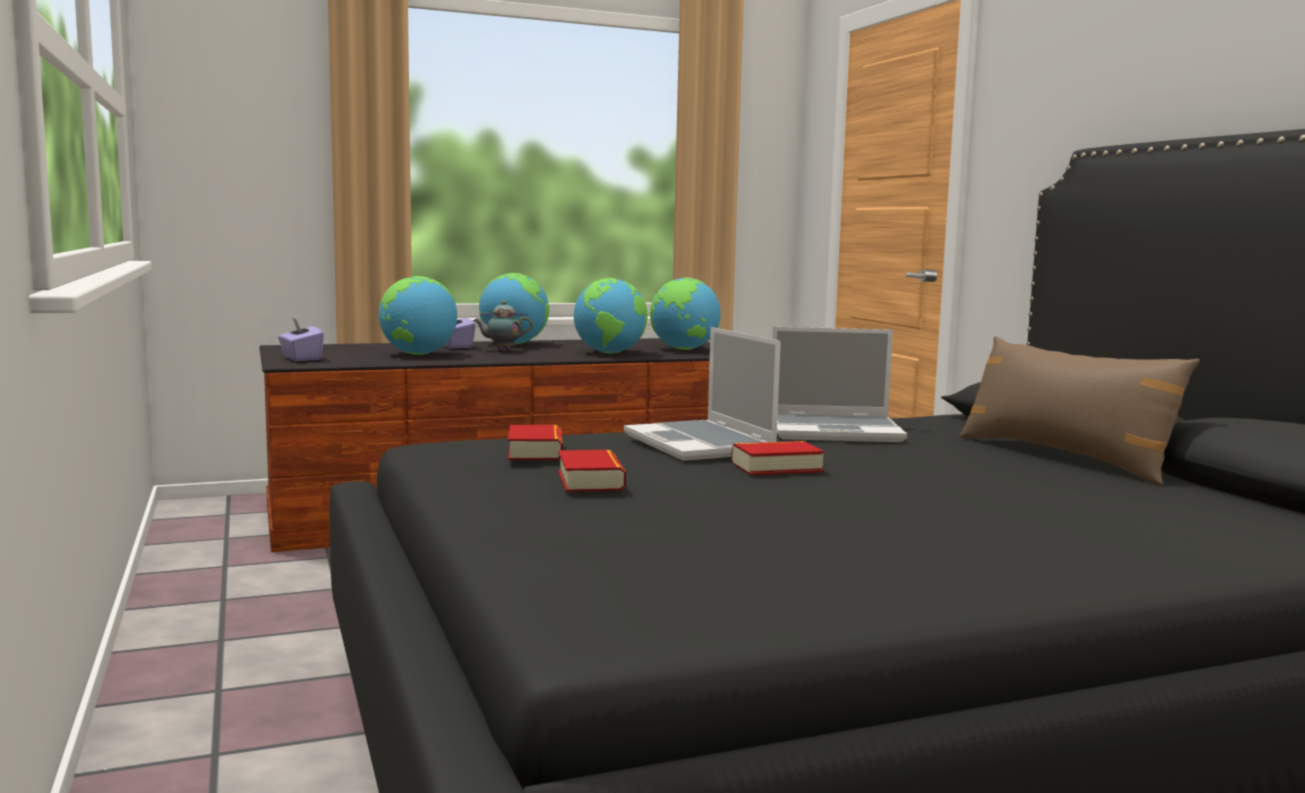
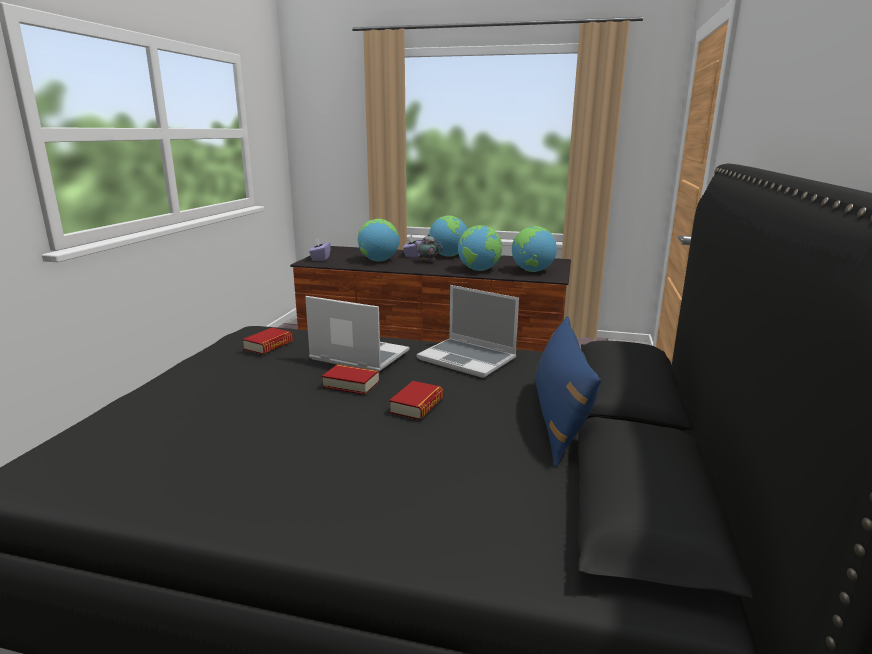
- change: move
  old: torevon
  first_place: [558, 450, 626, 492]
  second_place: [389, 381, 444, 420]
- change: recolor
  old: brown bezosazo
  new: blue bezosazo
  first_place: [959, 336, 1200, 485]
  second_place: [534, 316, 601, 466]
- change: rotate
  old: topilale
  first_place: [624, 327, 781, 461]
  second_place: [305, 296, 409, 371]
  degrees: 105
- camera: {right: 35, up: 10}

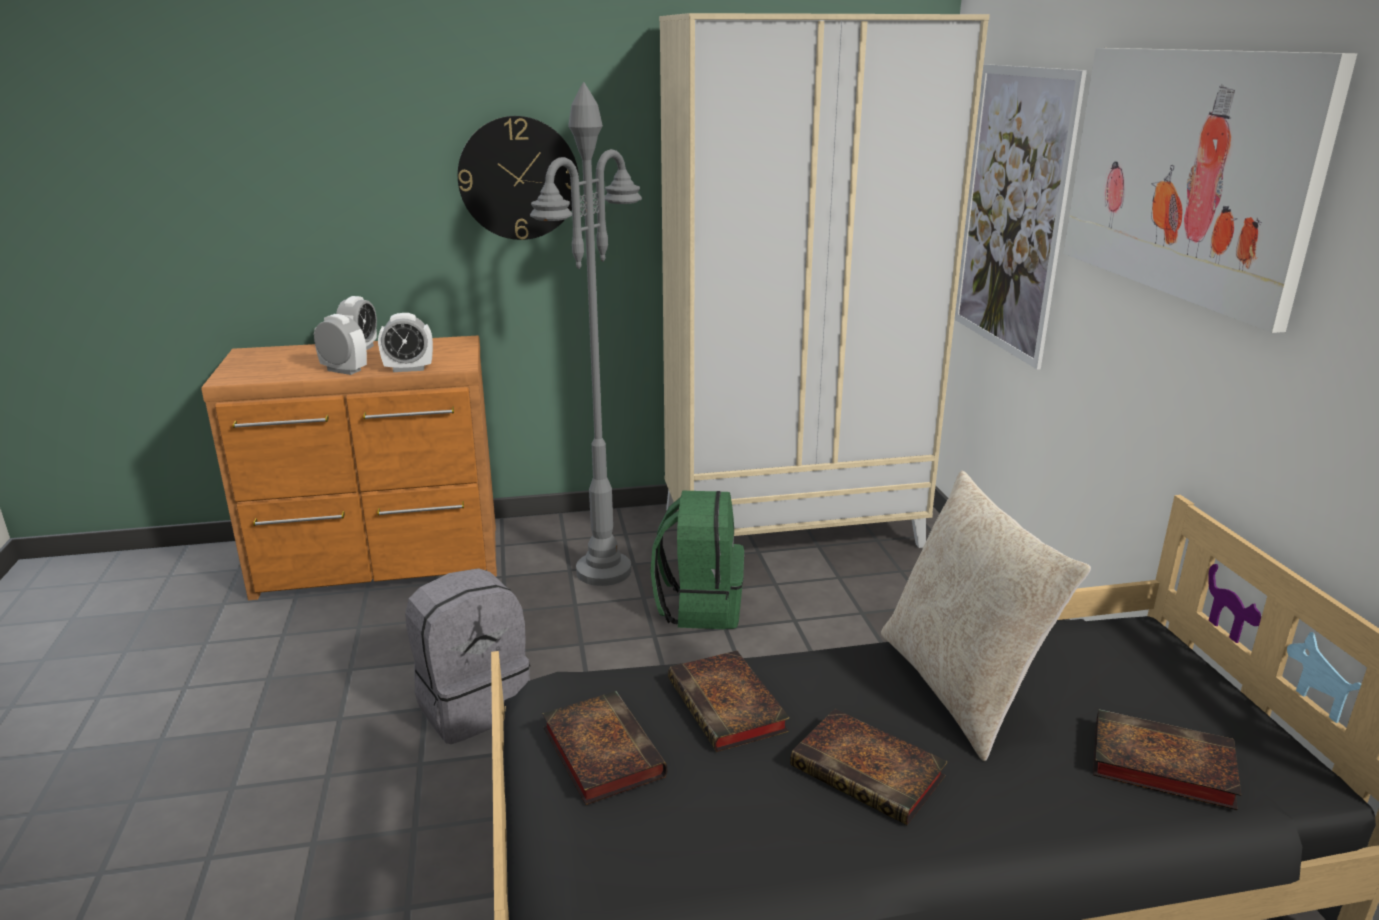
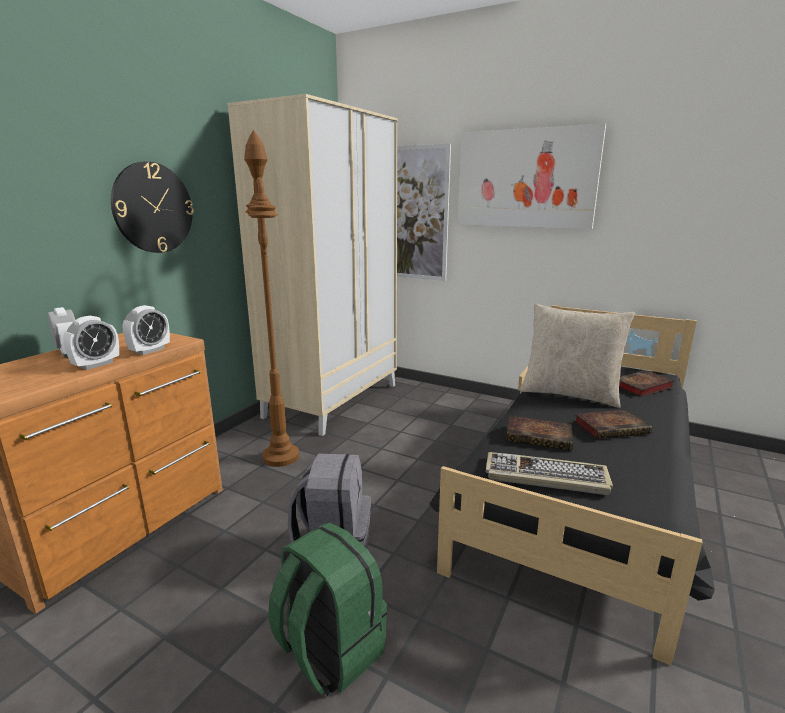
- change: move
  old: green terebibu
  first_place: [650, 490, 744, 629]
  second_place: [268, 523, 388, 696]
- change: replace
  old: torevon
  new: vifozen
  first_place: [542, 691, 667, 805]
  second_place: [486, 452, 613, 495]
- change: recolor
  old: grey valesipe
  new: brown valesipe
  first_place: [530, 82, 642, 586]
  second_place: [244, 130, 299, 467]
- change: rotate
  old: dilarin
  first_place: [314, 314, 367, 375]
  second_place: [63, 316, 119, 370]
  degrees: 150
- camera: {right: -50, up: -5}

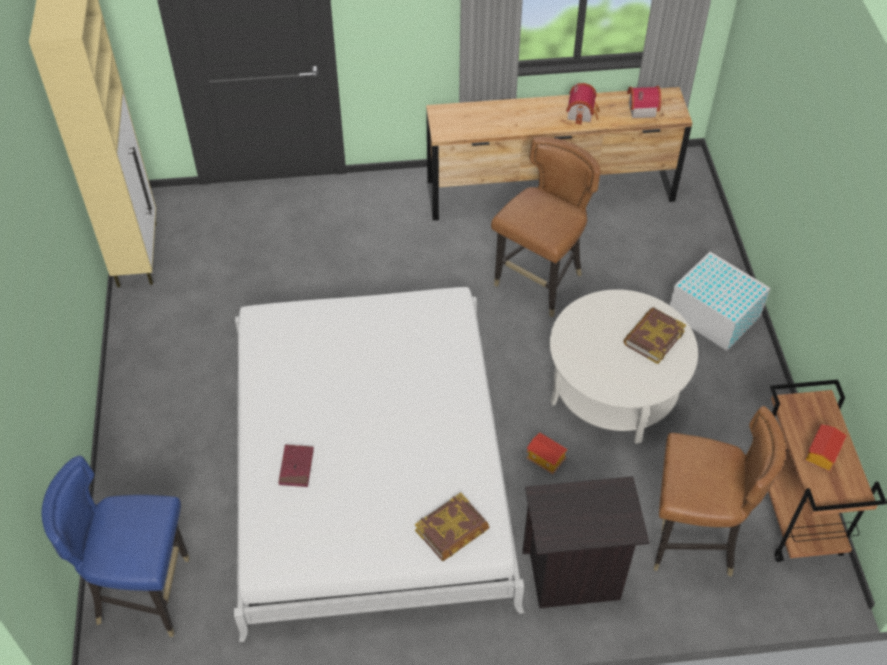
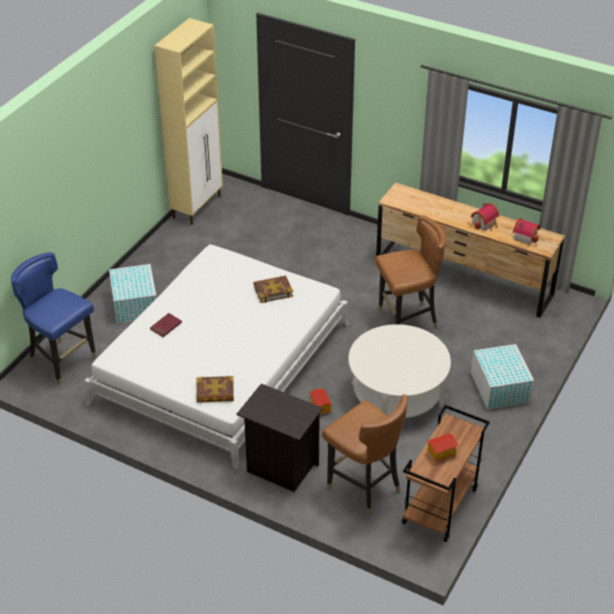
- change: insert
  new: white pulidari
  second_place: [109, 264, 157, 323]
- change: move
  old: torevon
  first_place: [623, 307, 686, 364]
  second_place: [253, 276, 293, 303]
- camera: {right: 35, up: -10}

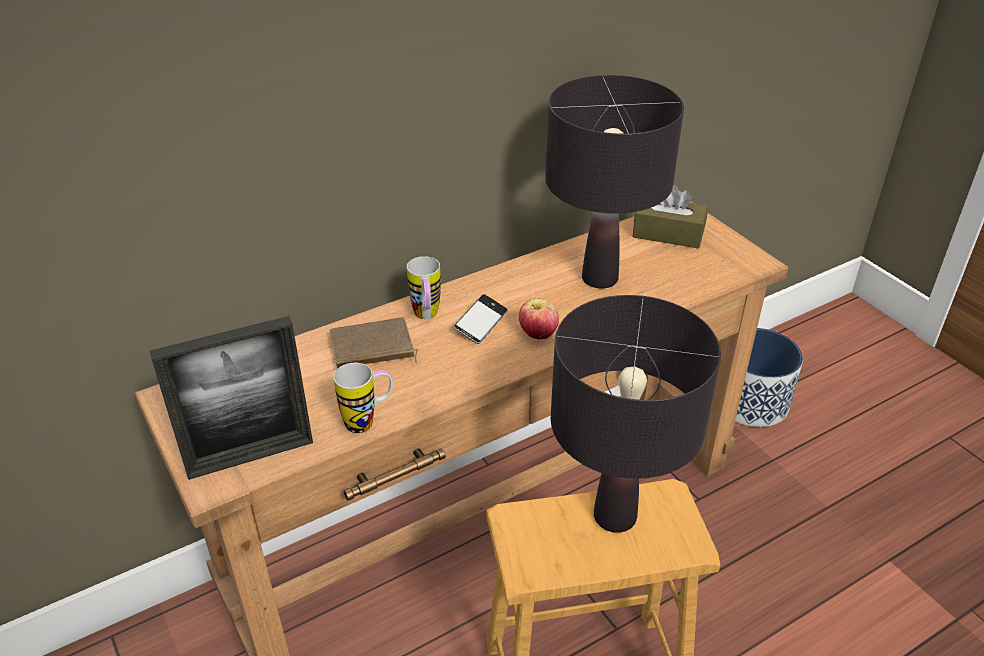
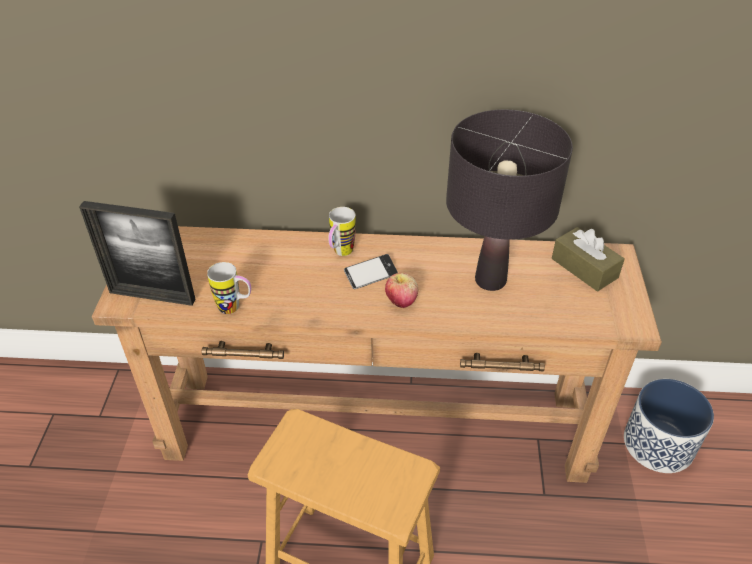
- change: delete
  old: brown torevon
  first_place: [330, 317, 418, 369]
- change: delete
  old: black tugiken
  first_place: [551, 295, 721, 533]
- camera: {right: 35, up: 5}

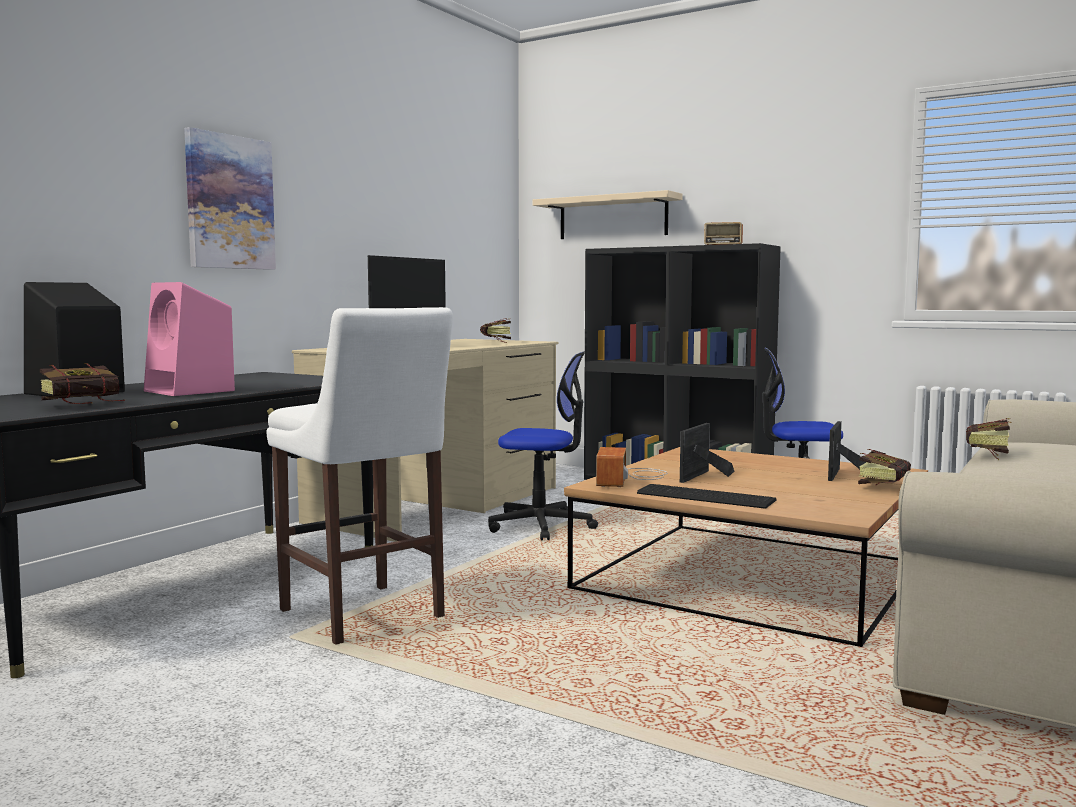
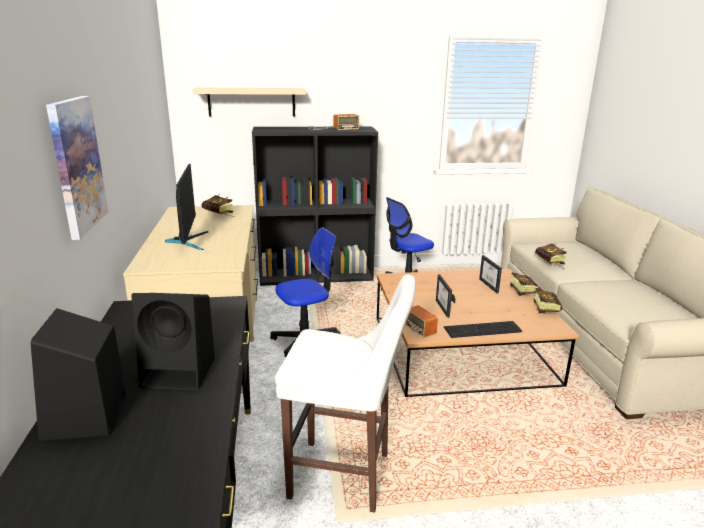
- change: move
  old: torevon
  first_place: [40, 363, 125, 404]
  second_place: [534, 288, 562, 313]
- change: recolor
  old: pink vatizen
  new: black vatizen
  first_place: [144, 282, 235, 396]
  second_place: [131, 293, 215, 390]
- camera: {right: -40, up: 15}

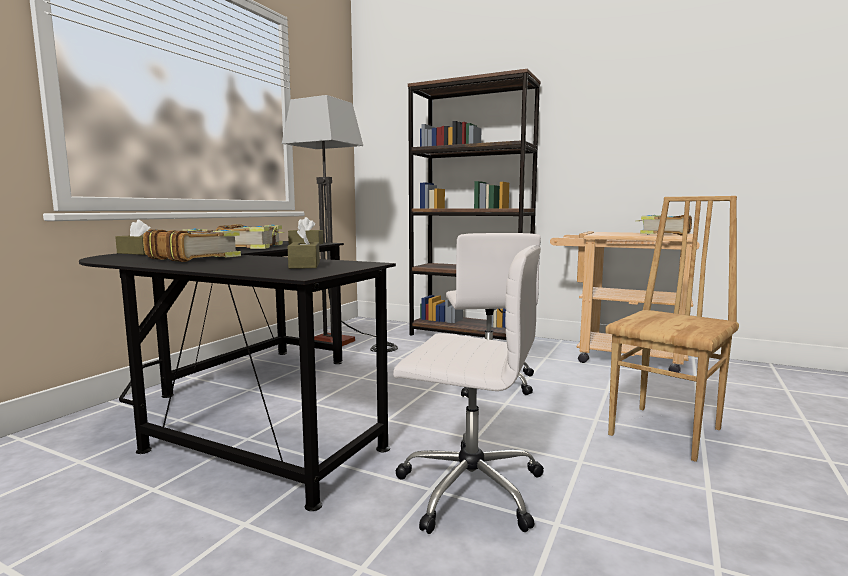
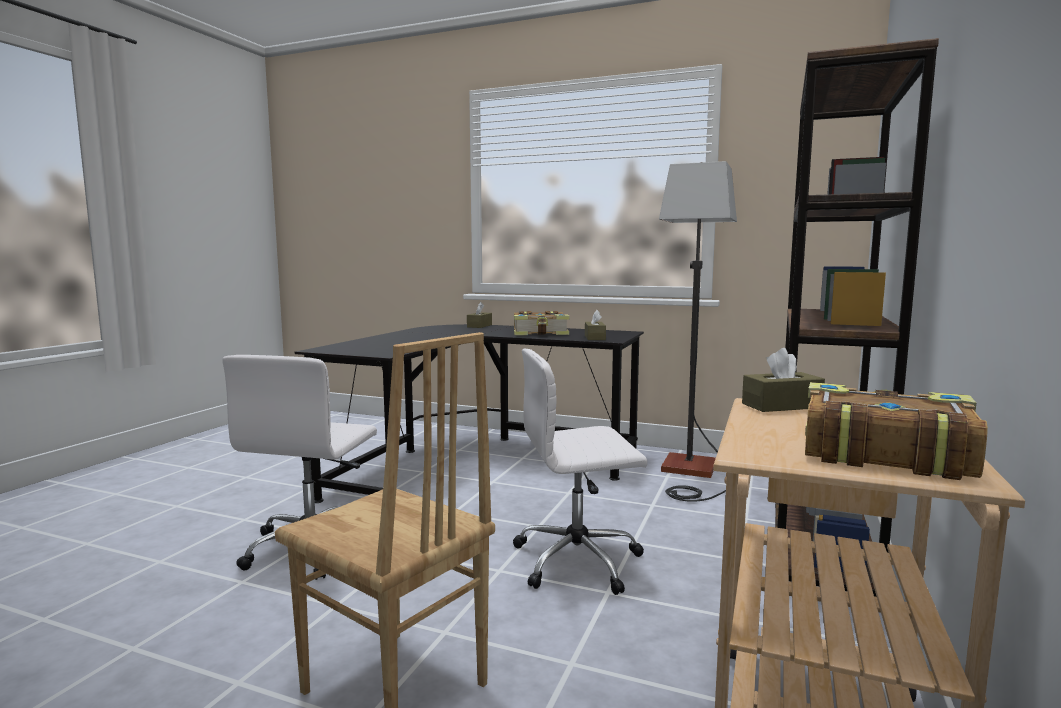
- change: delete
  old: torevon
  first_place: [143, 228, 241, 262]
- change: move
  old: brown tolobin
  first_place: [288, 223, 320, 269]
  second_place: [742, 348, 825, 412]
- camera: {right: 85, up: 0}

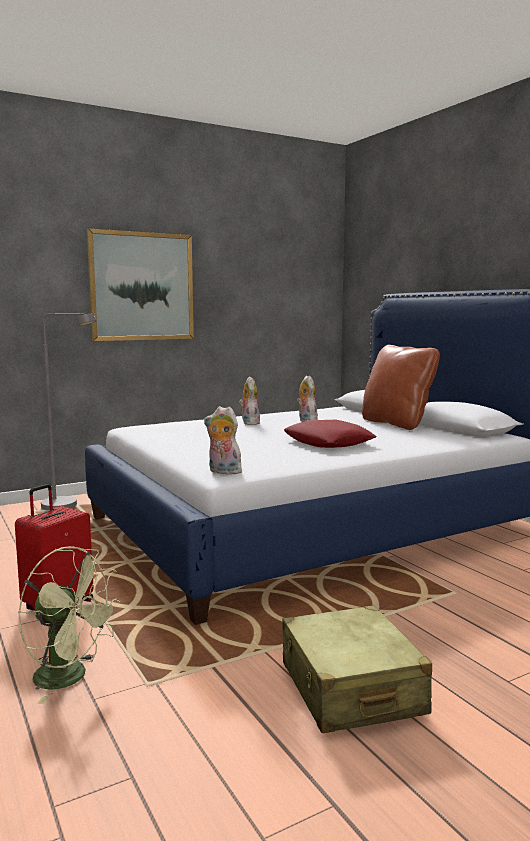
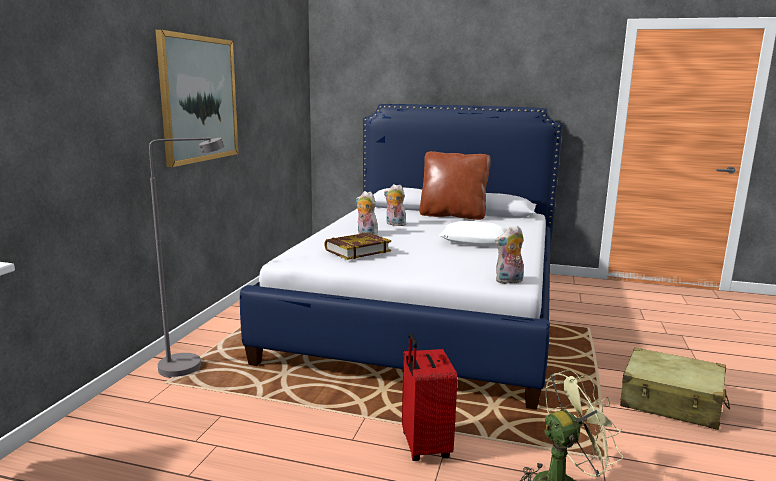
- change: insert
  new: torevon
  second_place: [324, 233, 391, 260]
- change: recolor
  old: red bezosazo
  new: white bezosazo
  first_place: [284, 420, 376, 448]
  second_place: [439, 221, 507, 246]
- camera: {right: -45, up: 5}

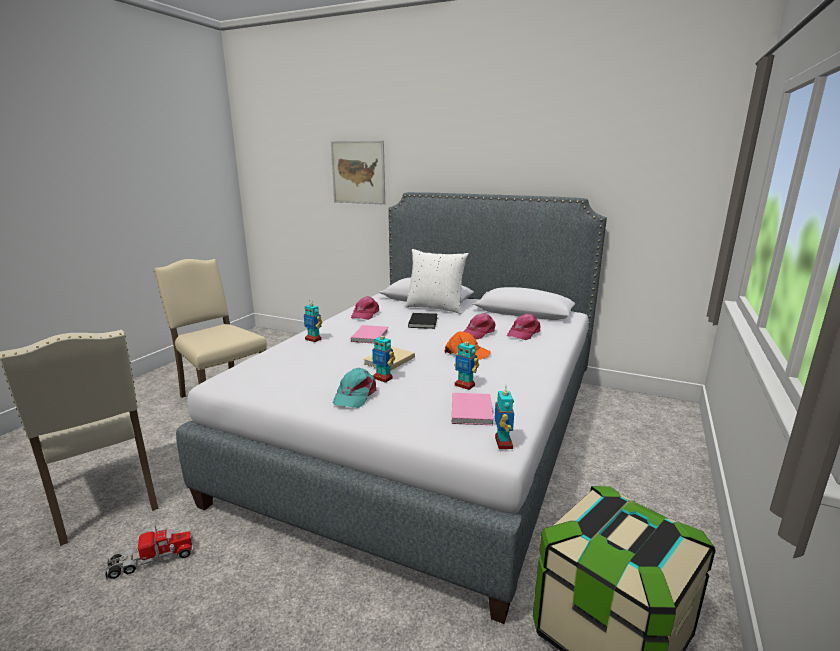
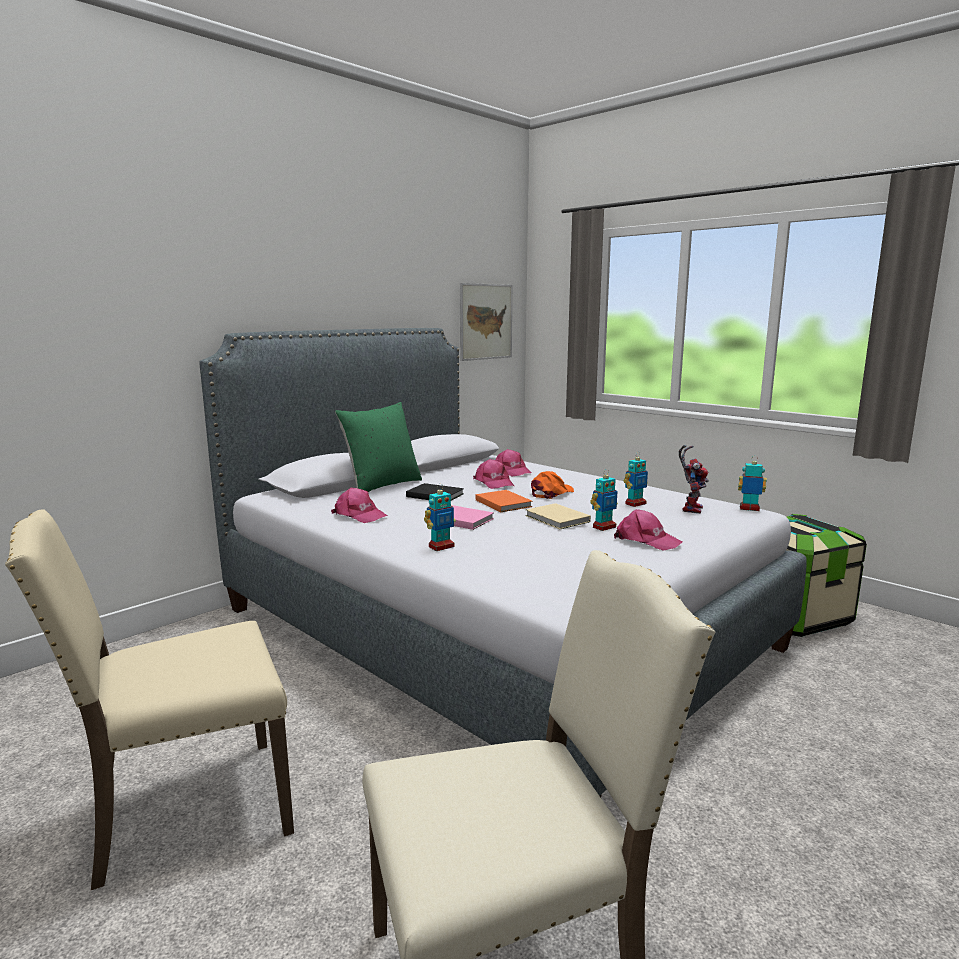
- change: delete
  old: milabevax
  first_place: [105, 525, 193, 579]
- change: insert
  new: orange torevon
  second_place: [476, 490, 532, 512]
- change: move
  old: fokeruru
  first_place: [331, 141, 385, 205]
  second_place: [460, 283, 512, 361]
- change: replace
  old: pink torevon
  new: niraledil
  first_place: [452, 393, 494, 425]
  second_place: [679, 445, 709, 514]
- change: recolor
  old: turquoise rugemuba
  new: pink rugemuba
  first_place: [333, 368, 377, 408]
  second_place: [614, 509, 683, 551]
- change: recolor
  old: white bezosazo
  new: green bezosazo
  first_place: [405, 249, 469, 314]
  second_place: [335, 402, 422, 492]
- camera: {right: -70, up: -5}

